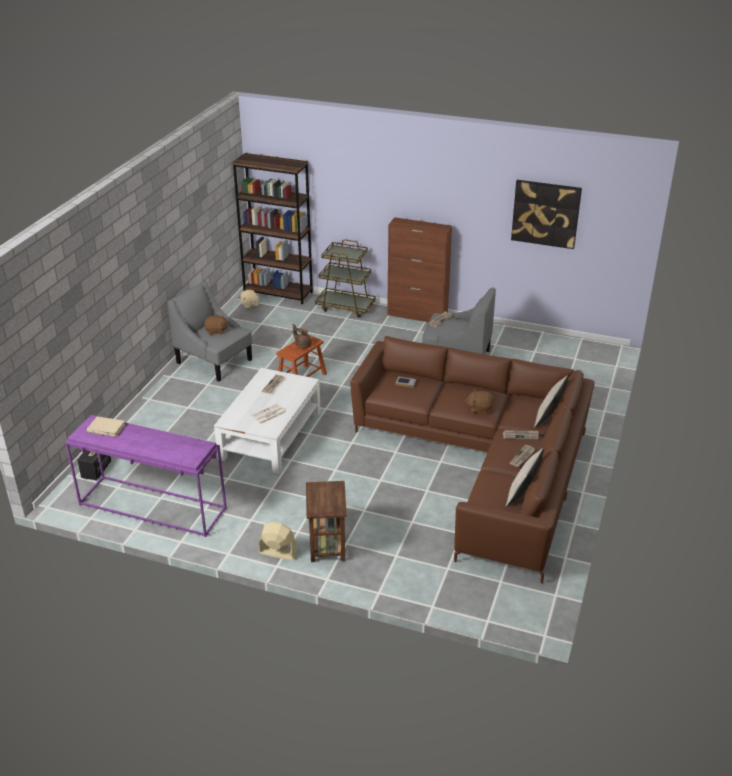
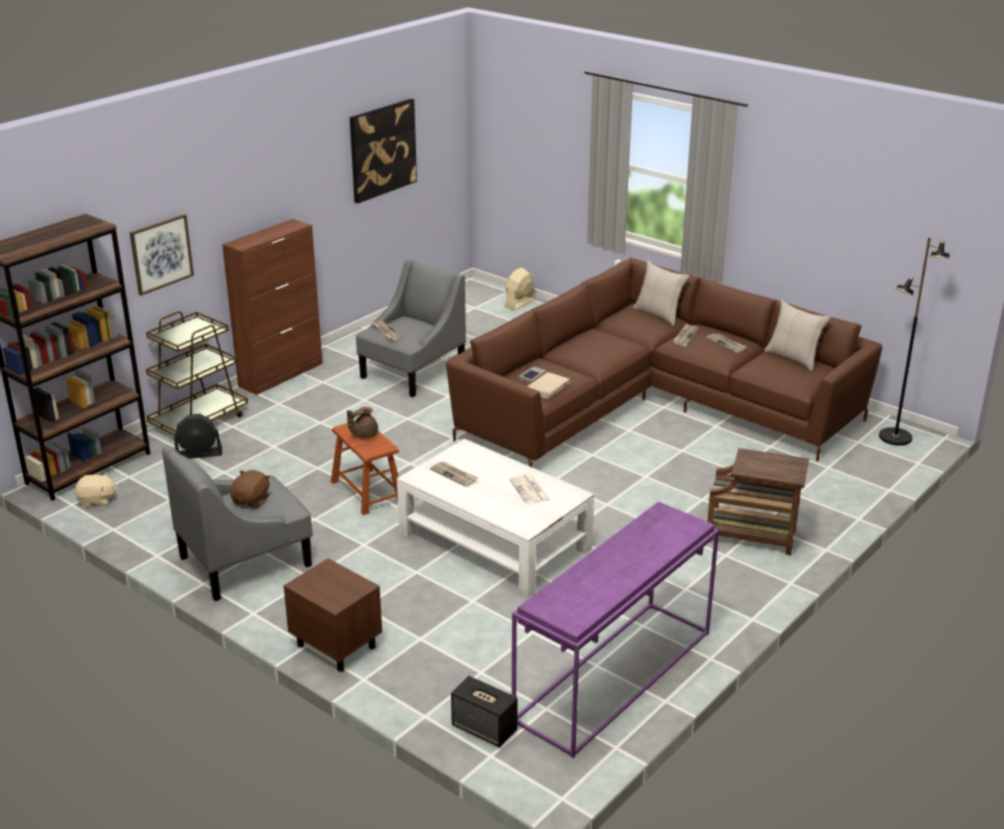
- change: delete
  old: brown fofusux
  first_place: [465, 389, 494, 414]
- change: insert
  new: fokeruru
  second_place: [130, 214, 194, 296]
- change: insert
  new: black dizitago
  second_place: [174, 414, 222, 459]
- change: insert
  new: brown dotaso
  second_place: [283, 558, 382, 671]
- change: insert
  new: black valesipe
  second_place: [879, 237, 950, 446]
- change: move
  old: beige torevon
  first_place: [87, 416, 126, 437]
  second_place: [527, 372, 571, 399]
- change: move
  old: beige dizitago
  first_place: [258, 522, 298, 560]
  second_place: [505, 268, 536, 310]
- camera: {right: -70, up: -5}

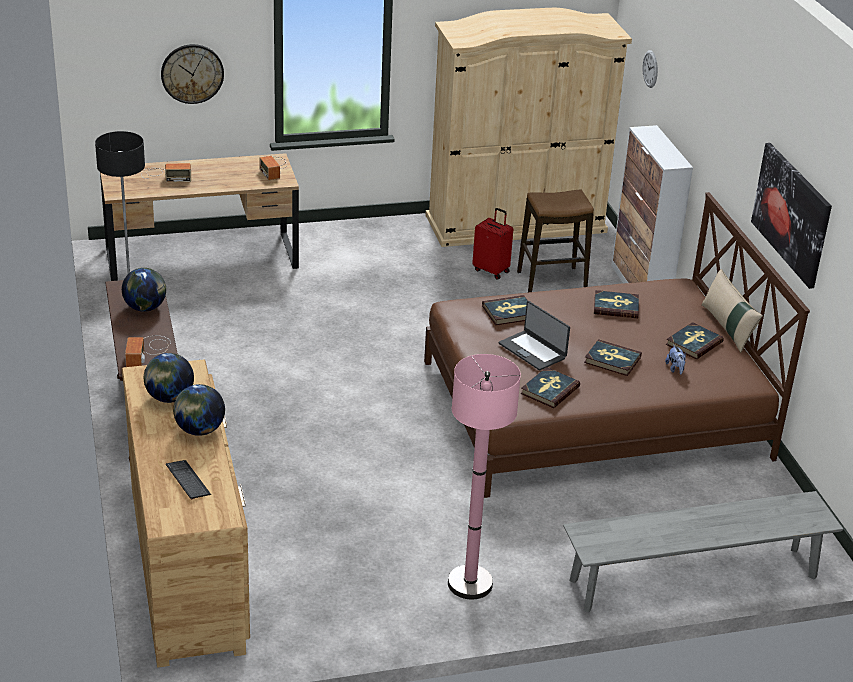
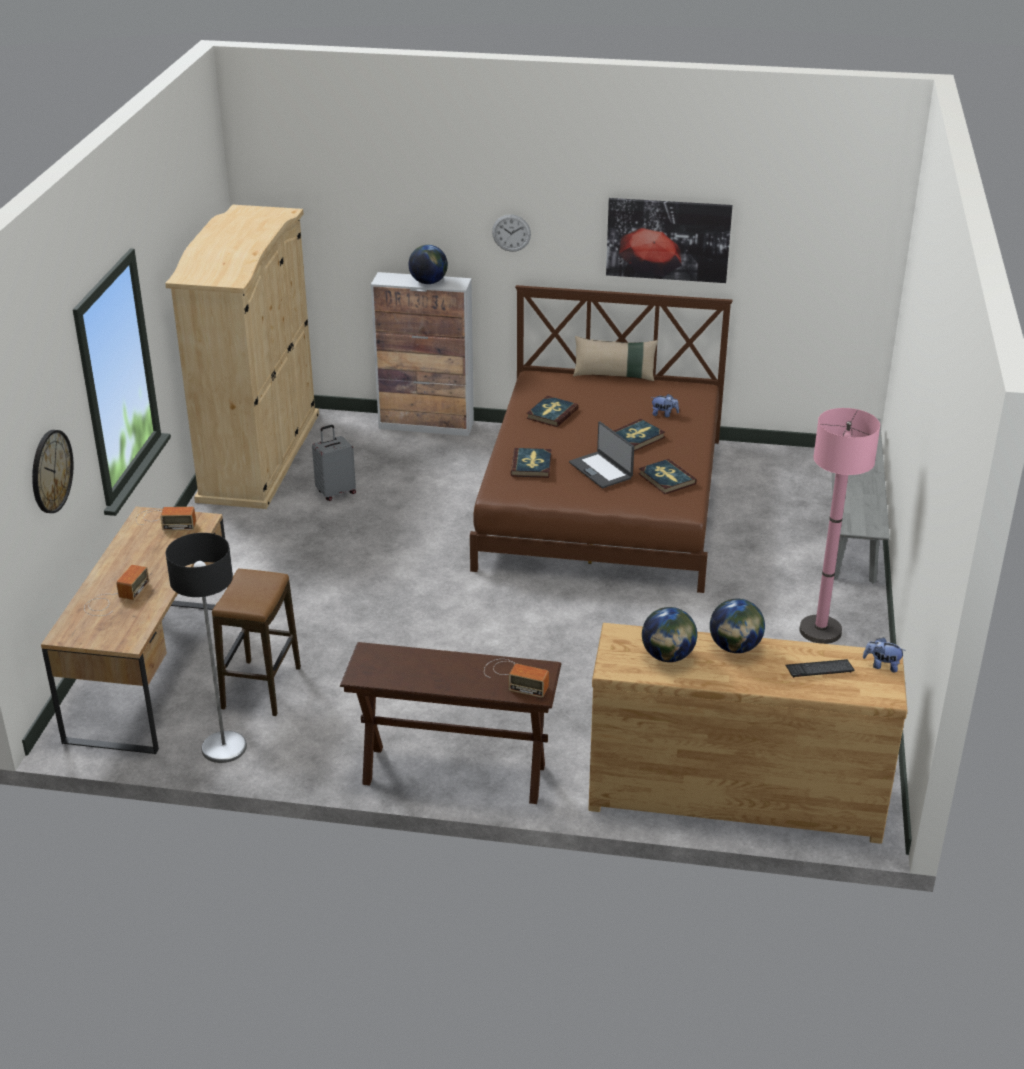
- change: delete
  old: torevon
  first_place: [666, 322, 724, 359]
- change: insert
  new: fofusux
  second_place: [863, 637, 905, 673]
- change: move
  old: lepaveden
  first_place: [122, 268, 166, 312]
  second_place: [409, 245, 448, 284]
- change: move
  old: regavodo
  first_place: [517, 190, 594, 292]
  second_place: [212, 568, 301, 716]
- change: move
  old: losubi
  first_place: [643, 50, 658, 88]
  second_place: [492, 214, 531, 252]
- change: recolor
  old: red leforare
  new: grey leforare
  first_place: [472, 208, 513, 280]
  second_place: [312, 425, 356, 501]
- change: rotate
  old: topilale
  first_place: [499, 301, 570, 371]
  second_place: [569, 422, 634, 488]
  degrees: 75
- camera: {right: -65, up: 0}

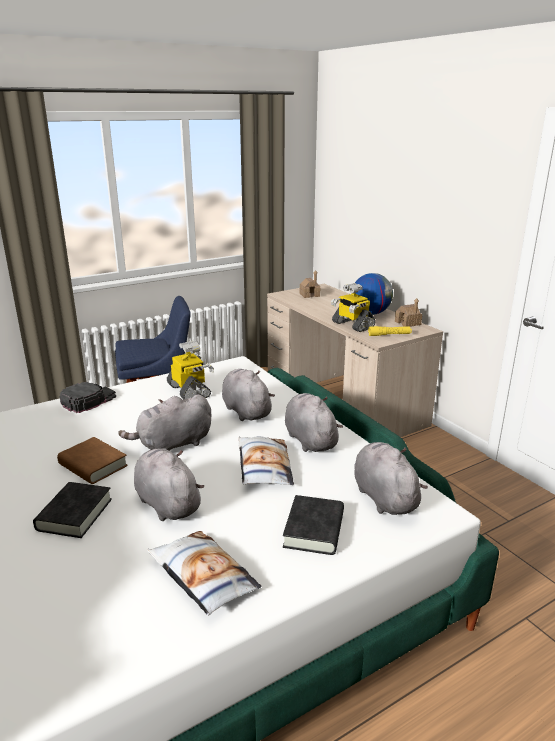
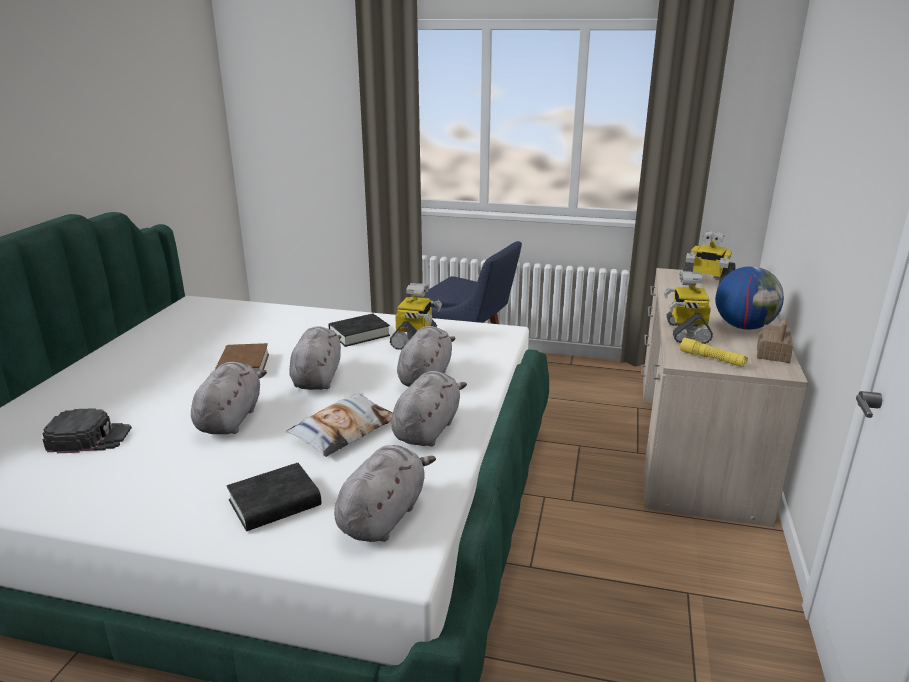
- change: delete
  old: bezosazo
  first_place: [147, 531, 262, 615]
- change: move
  old: black torevon
  first_place: [33, 482, 112, 538]
  second_place: [328, 313, 390, 347]
- change: move
  old: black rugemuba
  first_place: [59, 382, 116, 413]
  second_place: [42, 408, 132, 453]
- change: replace
  old: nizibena
  new: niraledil
  first_place: [299, 270, 320, 298]
  second_place: [683, 231, 736, 286]
- change: rotate
  old: grey fofusux
  first_place: [118, 394, 211, 451]
  second_place: [289, 326, 341, 390]
  degrees: 75
- camera: {right: 45, up: 0}

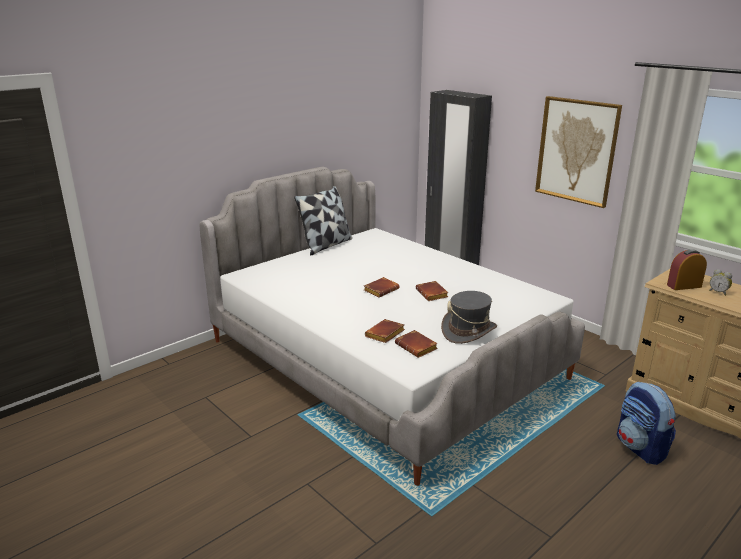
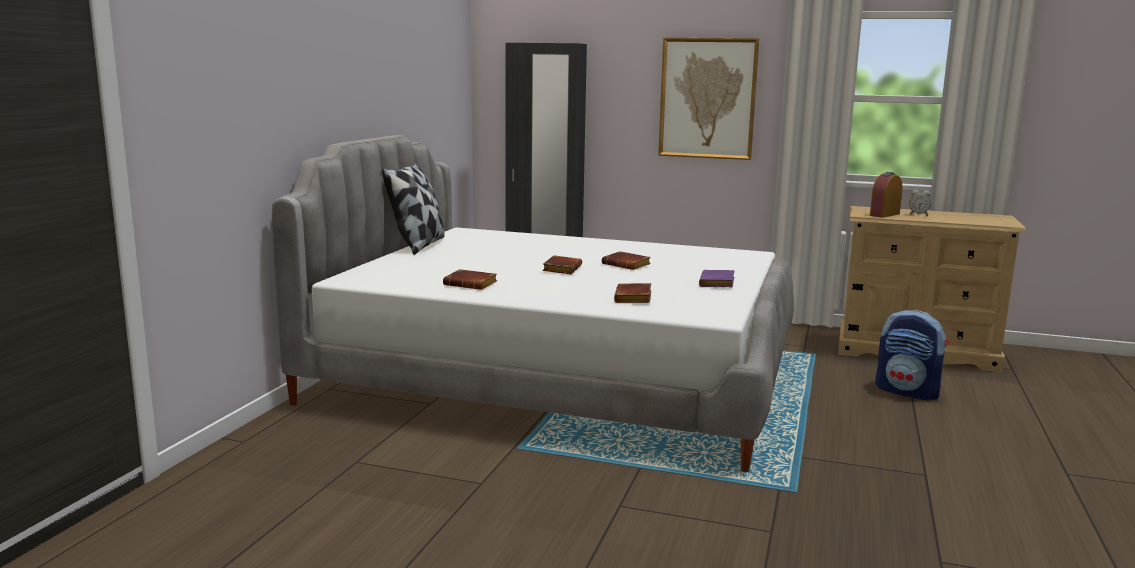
- change: move
  old: brown torevon
  first_place: [395, 330, 438, 358]
  second_place: [443, 269, 497, 290]
- change: replace
  old: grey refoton
  new: purple torevon
  first_place: [441, 291, 497, 344]
  second_place: [699, 270, 734, 287]
- camera: {right: -30, up: -10}

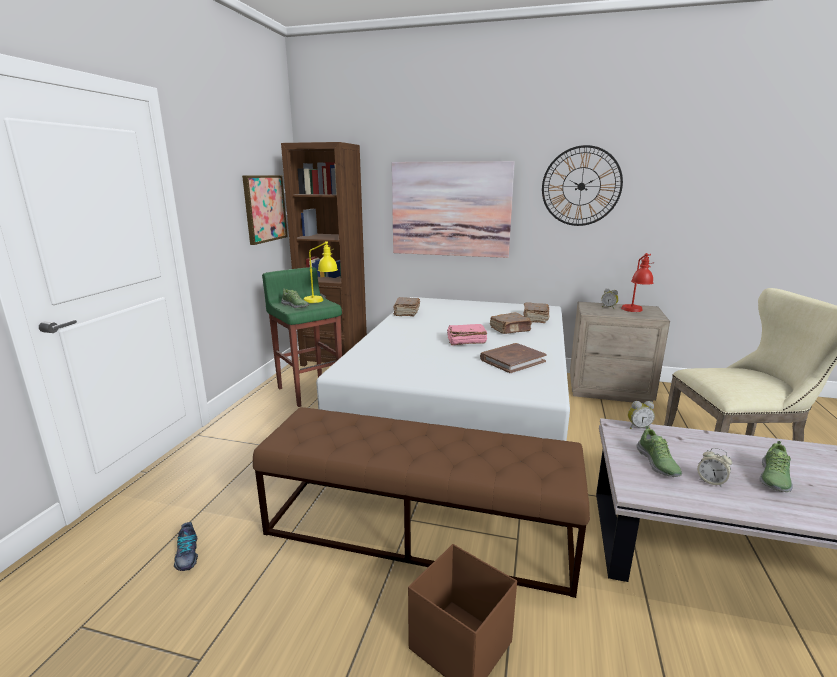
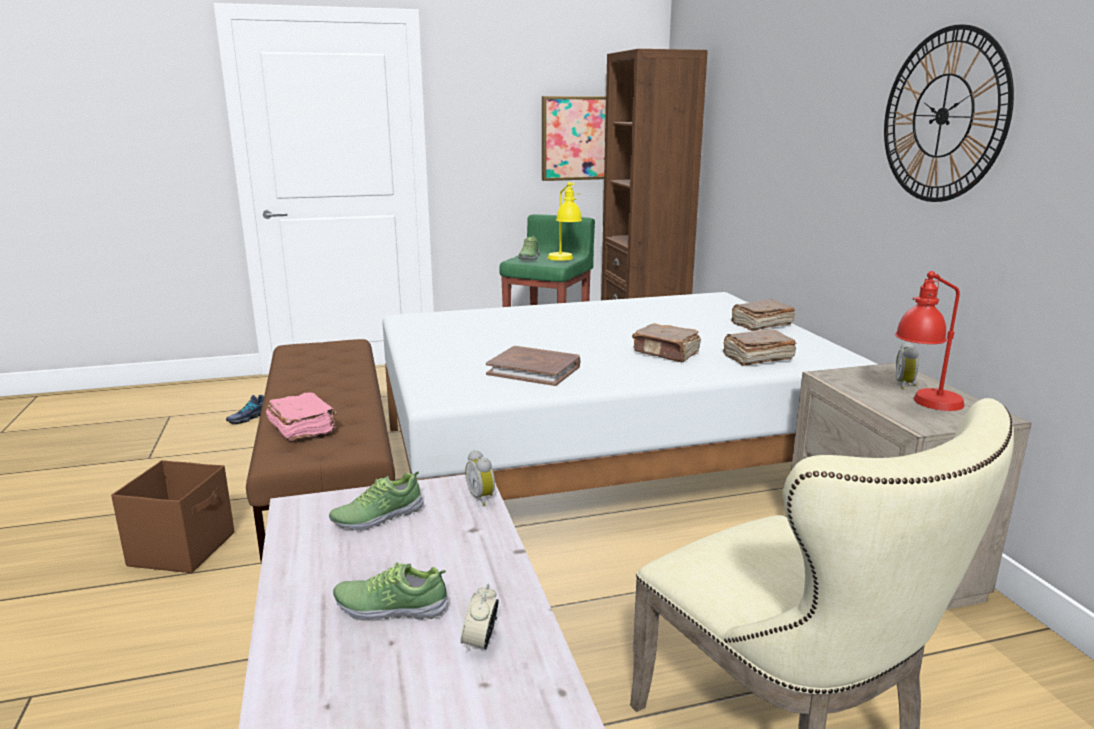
- change: delete
  old: fokeruru
  first_place: [392, 161, 515, 258]
- change: move
  old: brown torevon
  first_place: [393, 297, 420, 316]
  second_place: [731, 300, 796, 331]
- change: move
  old: pink torevon
  first_place: [447, 324, 487, 346]
  second_place: [266, 392, 337, 441]
- change: move
  old: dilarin
  first_place: [697, 448, 732, 488]
  second_place: [461, 584, 499, 652]
- camera: {right: 60, up: 0}

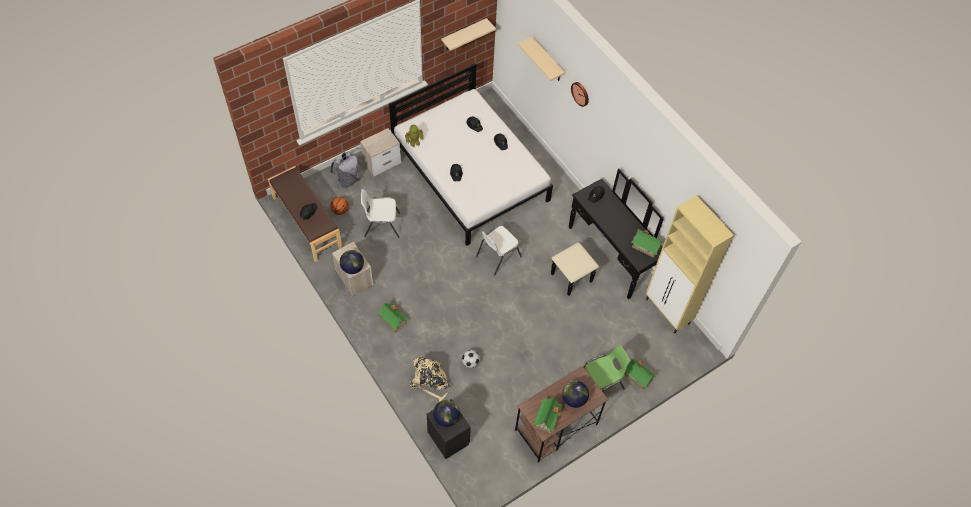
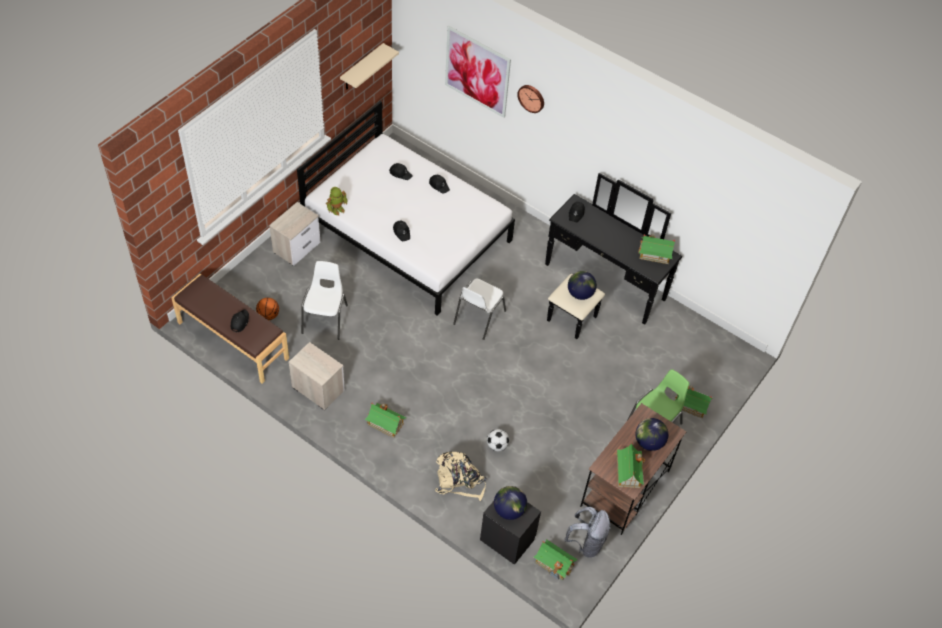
- change: delete
  old: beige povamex
  first_place: [646, 196, 734, 333]
- change: insert
  new: nizibena
  second_place: [533, 539, 578, 581]
- change: move
  old: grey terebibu
  first_place: [330, 152, 360, 188]
  second_place: [564, 507, 611, 558]
- change: move
  old: lepaveden
  first_place: [340, 250, 364, 274]
  second_place: [568, 271, 597, 300]
- change: replace
  old: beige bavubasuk
  new: fokeruru
  first_place: [518, 37, 565, 81]
  second_place: [445, 26, 511, 118]
- change: rotate
  old: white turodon
  first_place: [361, 189, 400, 238]
  second_place: [301, 261, 348, 340]
  degrees: 120
- camera: {right: -20, up: -5}

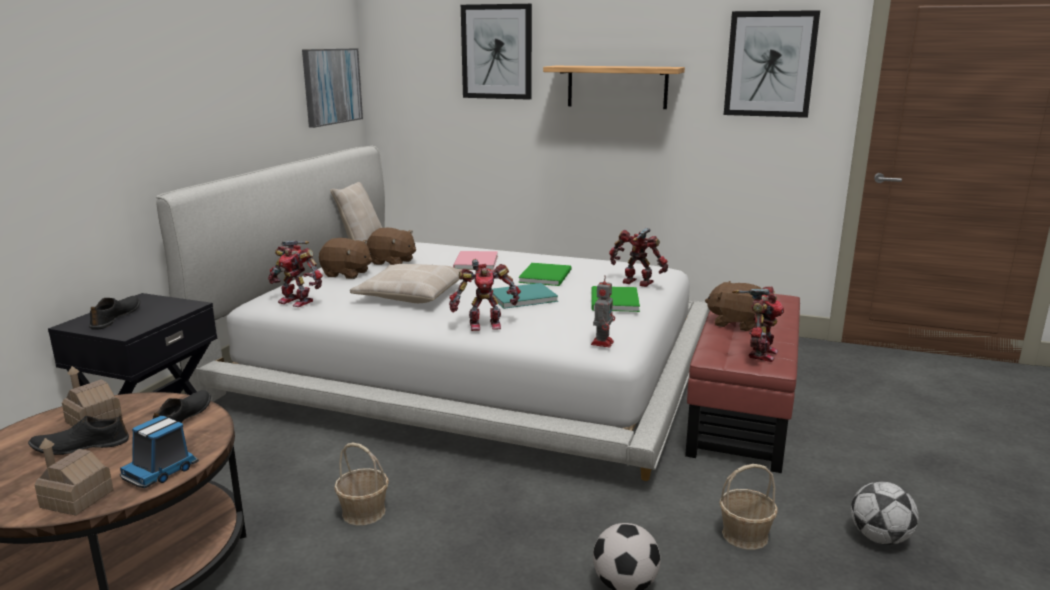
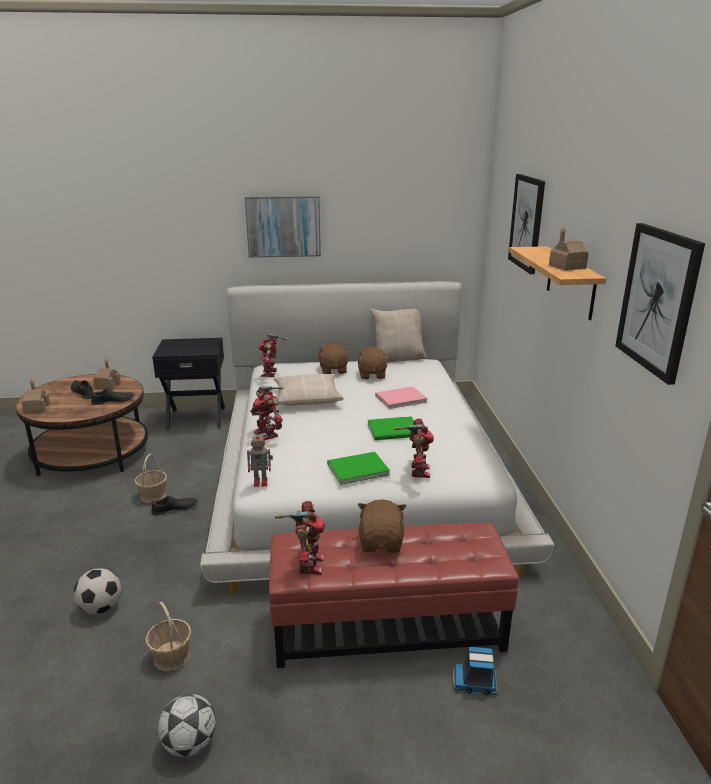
- change: delete
  old: turquoise torevon
  first_place: [492, 283, 558, 309]
- change: insert
  new: nizibena
  second_place: [549, 226, 588, 271]
- change: move
  old: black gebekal
  first_place: [89, 296, 140, 330]
  second_place: [151, 496, 198, 515]
- change: move
  old: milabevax
  first_place: [120, 416, 199, 488]
  second_place: [453, 647, 498, 695]
- change: move
  old: fokeruru
  first_place: [302, 48, 363, 128]
  second_place: [245, 196, 321, 258]
- change: rotate
  old: niraledil
  first_place: [732, 286, 784, 362]
  second_place: [275, 501, 325, 575]
  degrees: -90
- camera: {right: 65, up: 5}

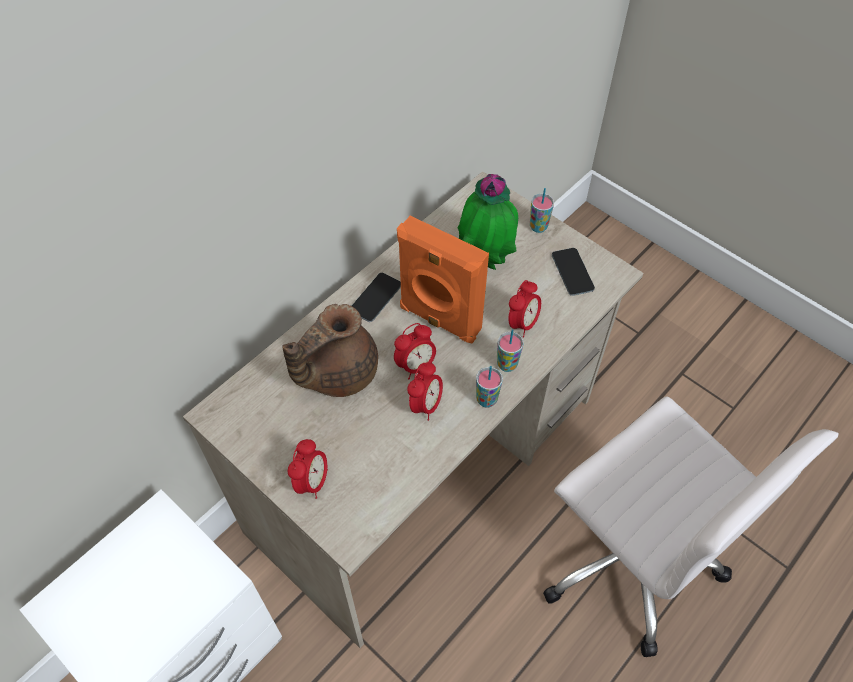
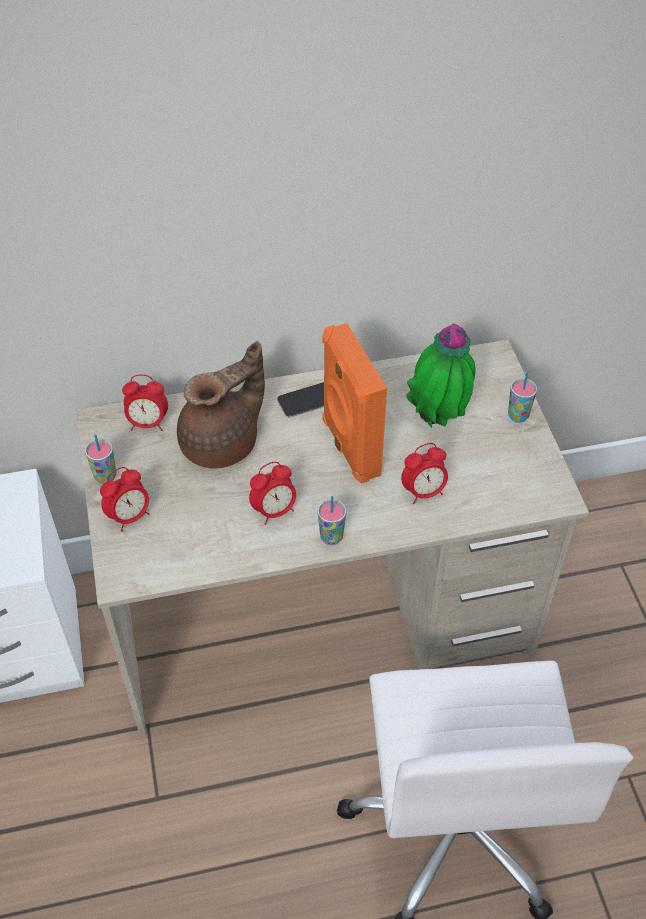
- change: delete
  old: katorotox
  first_place: [552, 248, 595, 296]
- change: move
  old: dilarin
  first_place: [394, 323, 436, 379]
  second_place: [122, 375, 168, 431]
- change: move
  old: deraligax
  first_place: [497, 329, 524, 372]
  second_place: [85, 434, 116, 484]
- change: rotate
  old: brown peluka
  first_place: [282, 304, 378, 397]
  second_place: [177, 341, 265, 468]
  degrees: 150
- camera: {right: 35, up: -5}

